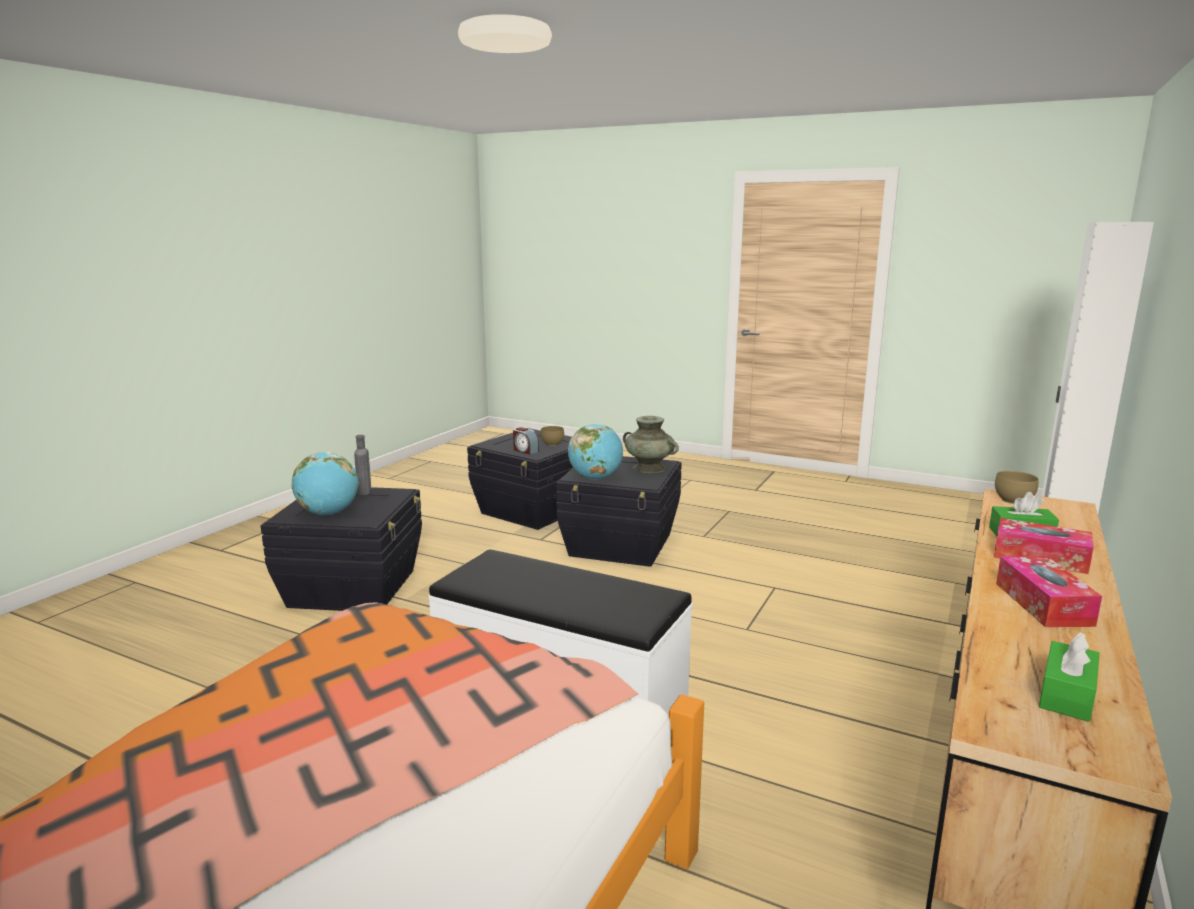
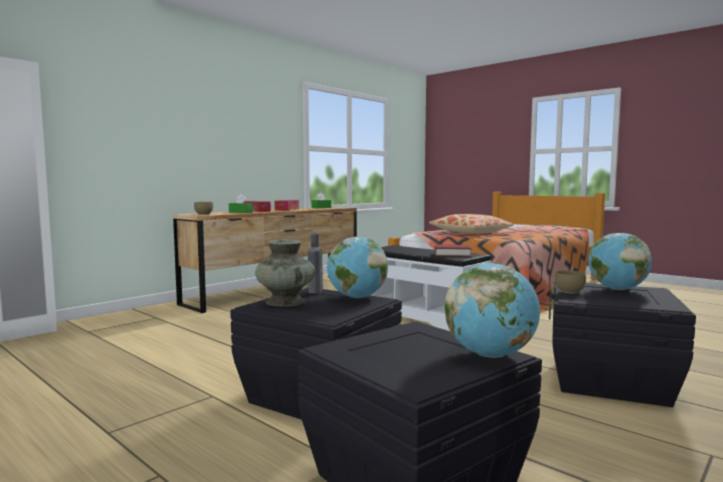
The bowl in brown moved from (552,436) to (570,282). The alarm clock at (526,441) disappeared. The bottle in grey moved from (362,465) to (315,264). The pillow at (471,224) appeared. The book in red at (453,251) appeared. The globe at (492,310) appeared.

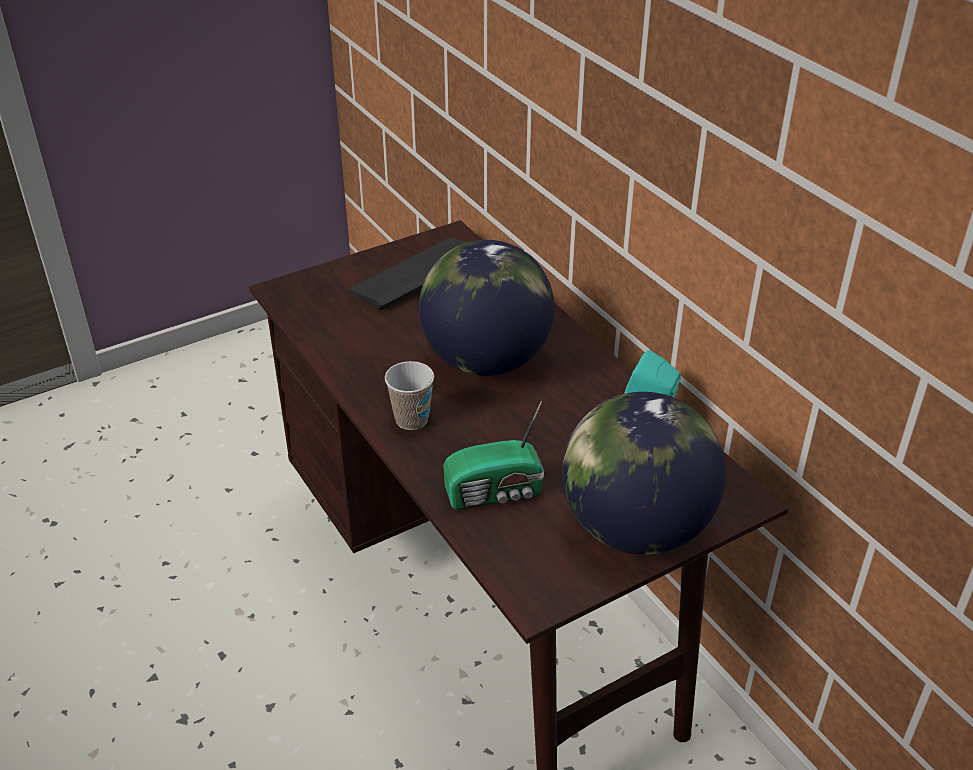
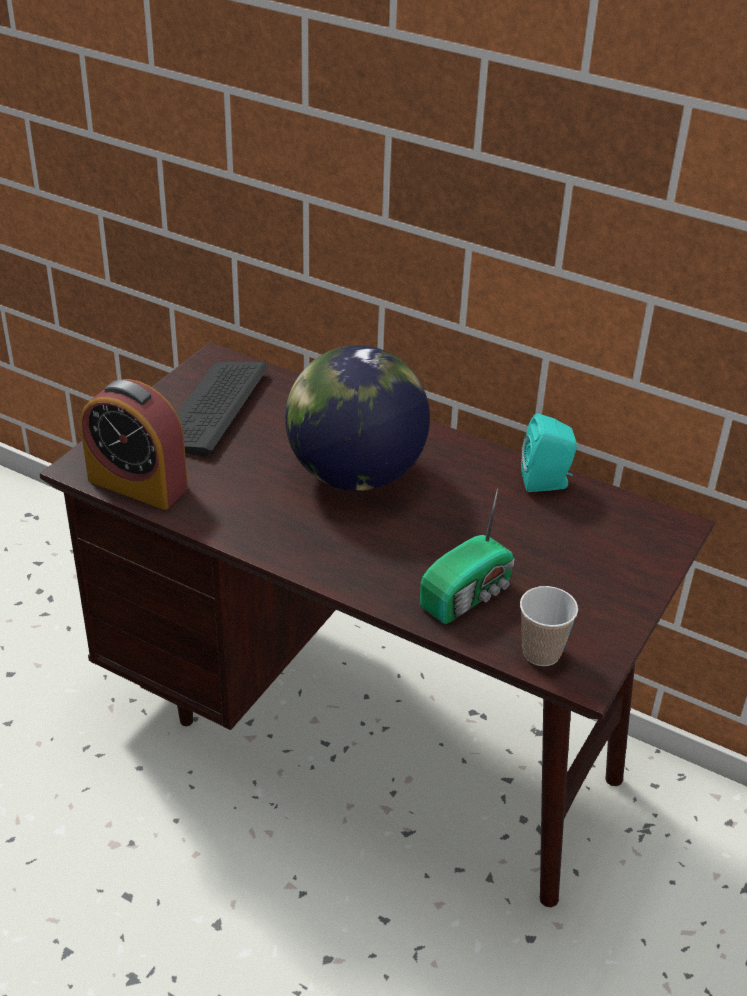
The cup moved from (409,395) to (549,626). The globe at (644,473) disappeared. The alarm clock at (134,444) appeared.

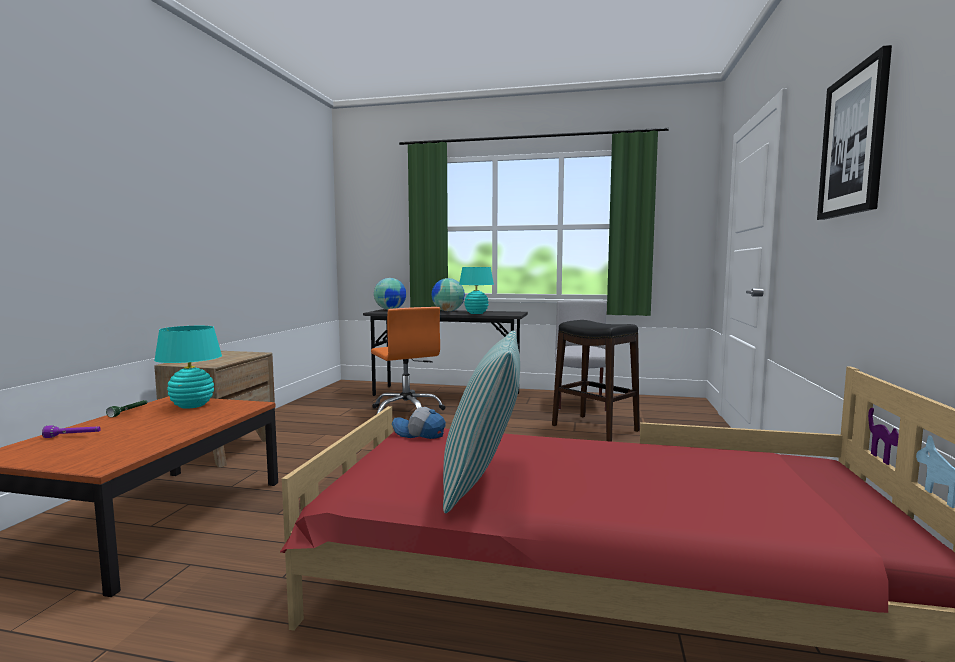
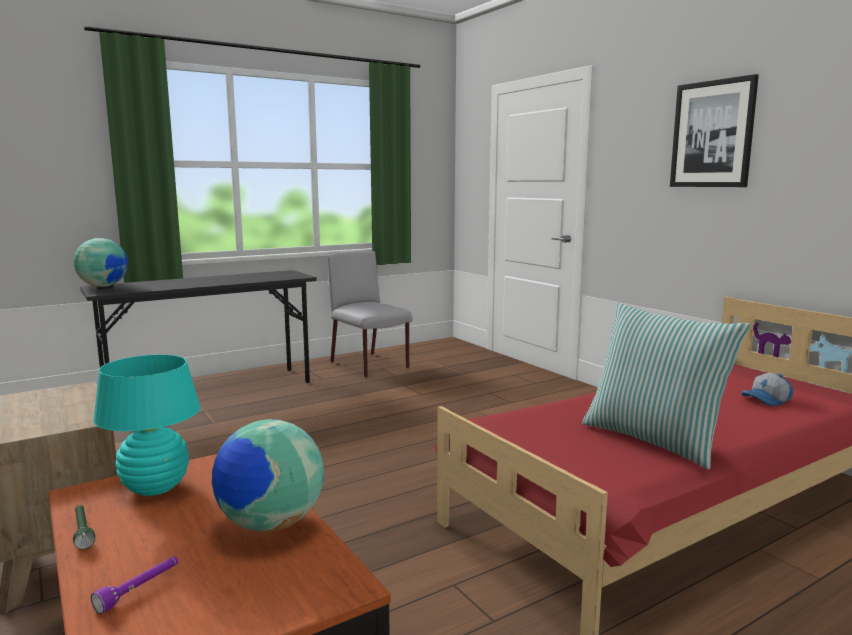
The table lamp in turquoise at (476,290) disappeared. The globe moved from (448,294) to (268,475). The office chair in orange at (408,361) disappeared. The stool in black at (596,381) disappeared. The cap moved from (419,423) to (768,389).

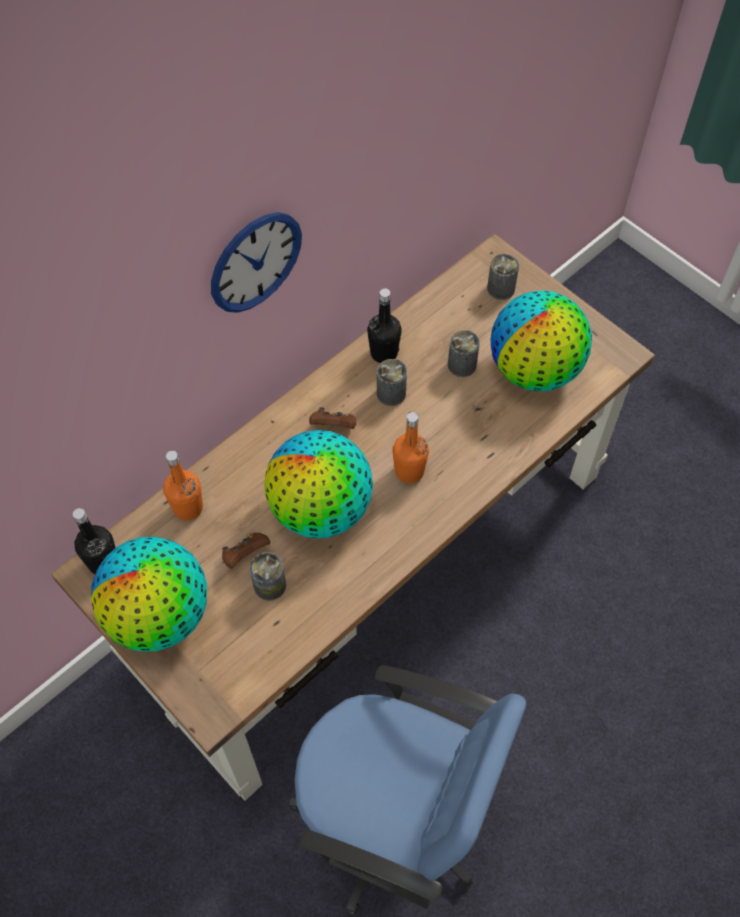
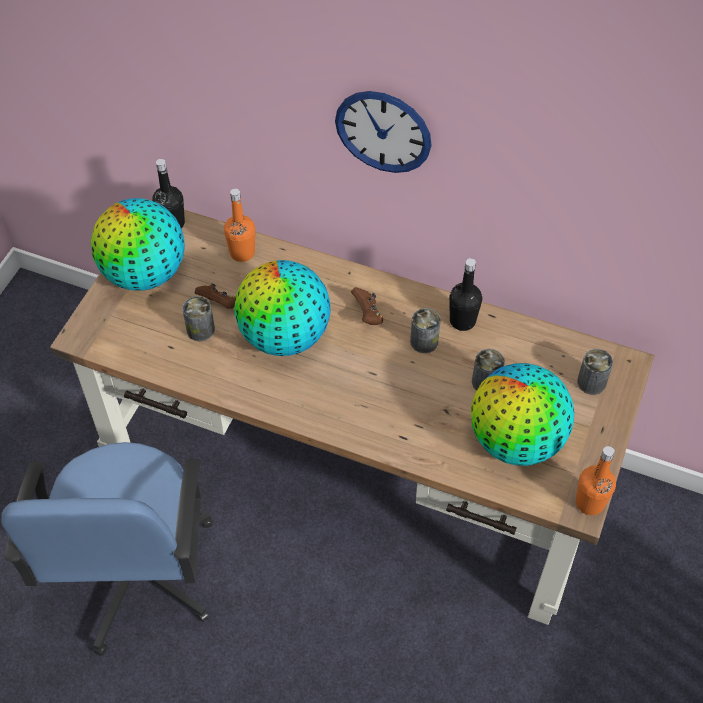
The bottle in orange moved from (410,447) to (596,480).

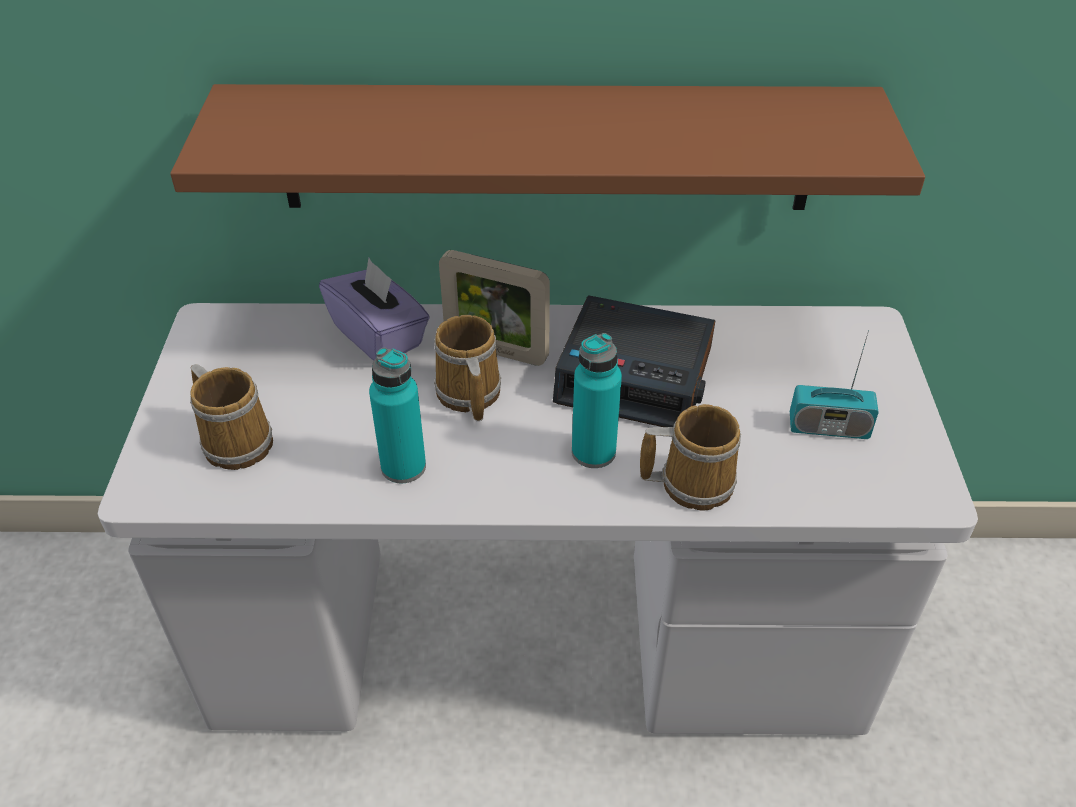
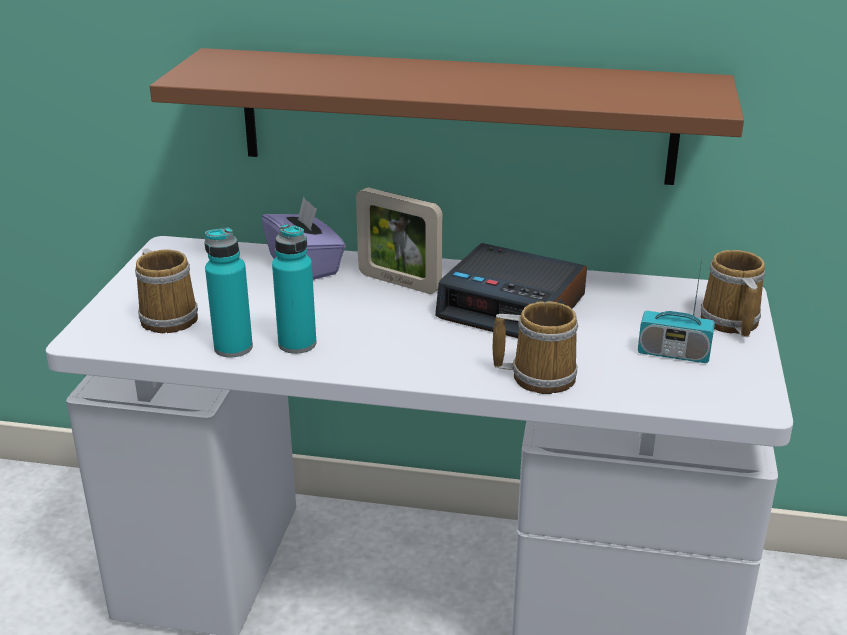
The mug moved from (467,368) to (733,293). The bottle in turquoise moved from (597,400) to (228,293).

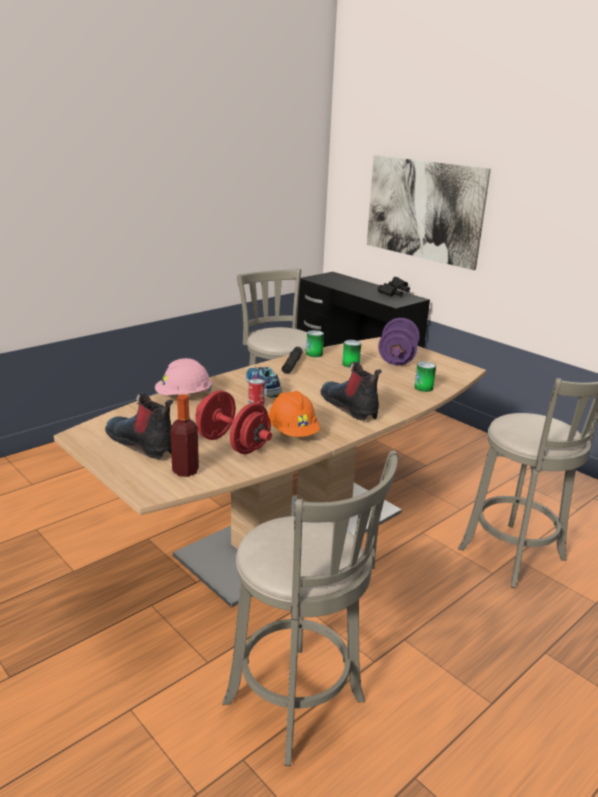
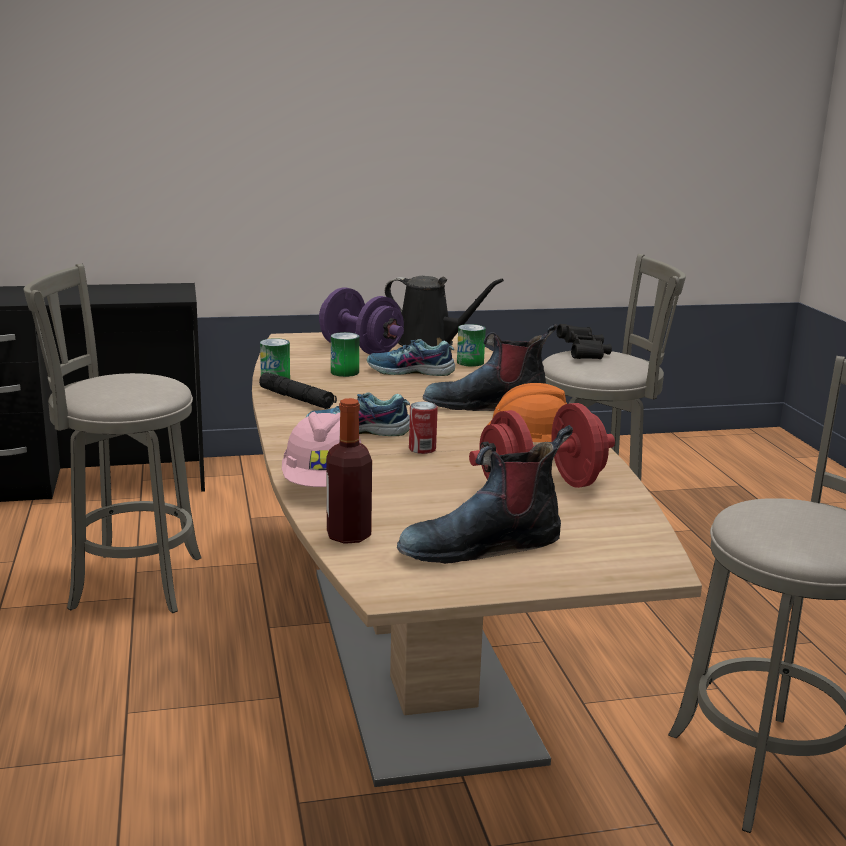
The picture at (429,212) disappeared. The binoculars in black moved from (393,287) to (584,341). The bottle moved from (184,435) to (349,471). The watering can in black at (444,311) appeared. The shoe at (411,357) appeared.

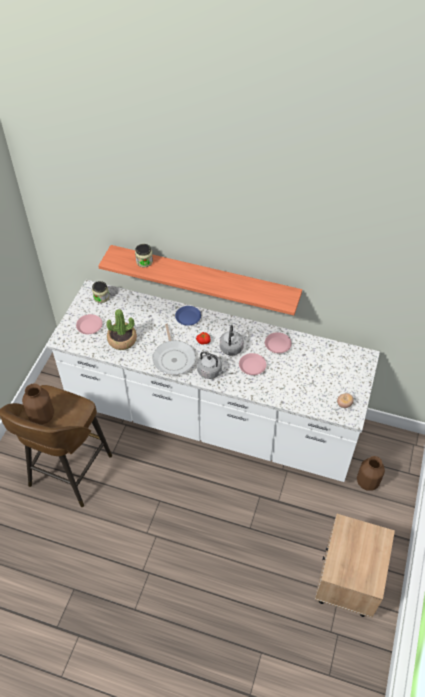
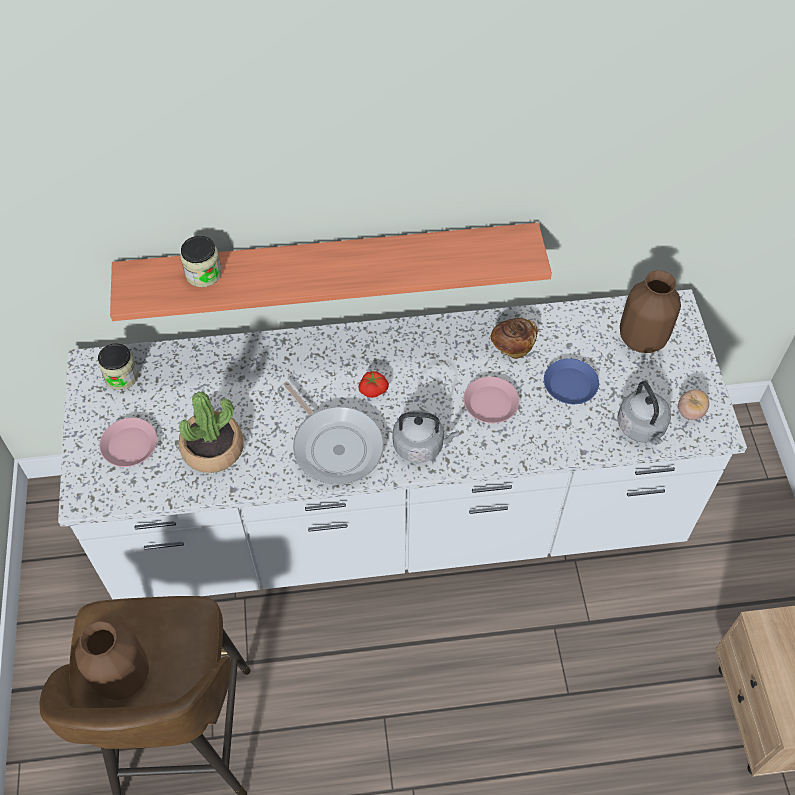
The plate in blue moved from (188,316) to (571,381). The kettle in grey moved from (232,340) to (644,412). The plate in pink at (278,342) was replaced by the bread at (514,338). The vase in brown moved from (371,473) to (650,311).

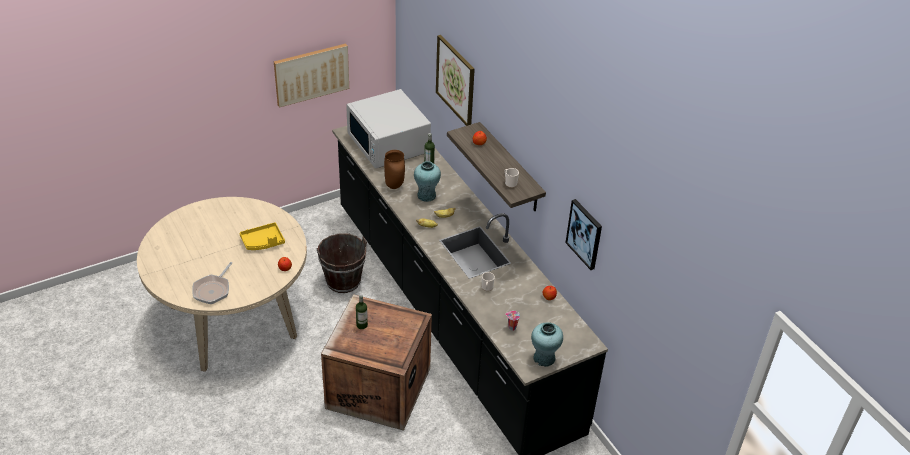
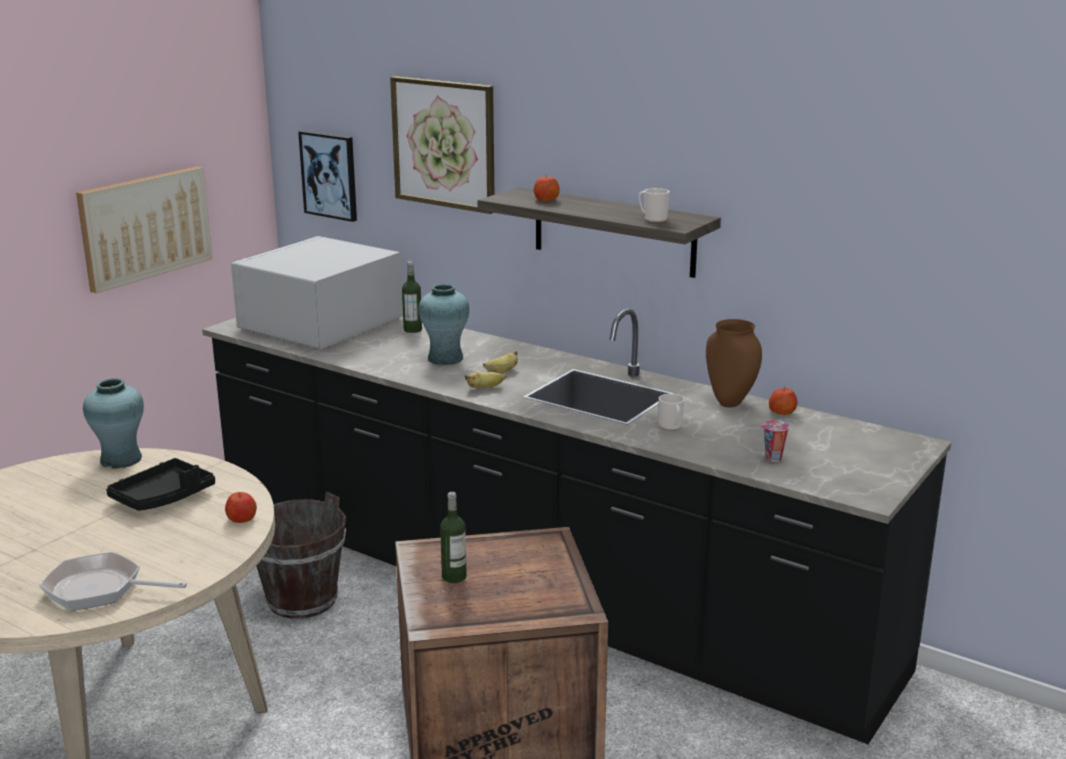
The microwave in white at (388,129) turned 90 degrees clockwise. The vase in brown moved from (394,169) to (734,363). The picture moved from (584,234) to (327,176). The tray in yellow at (262,236) became the tray in black at (160,484). The frying pan at (212,283) turned 105 degrees clockwise. The vase in turquoise moved from (547,344) to (113,423).

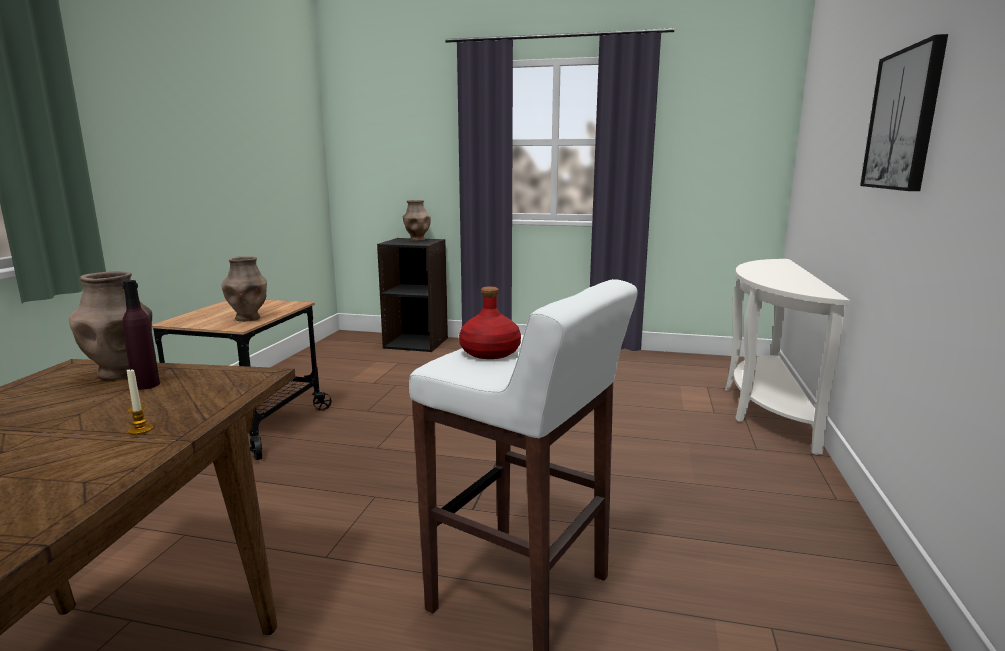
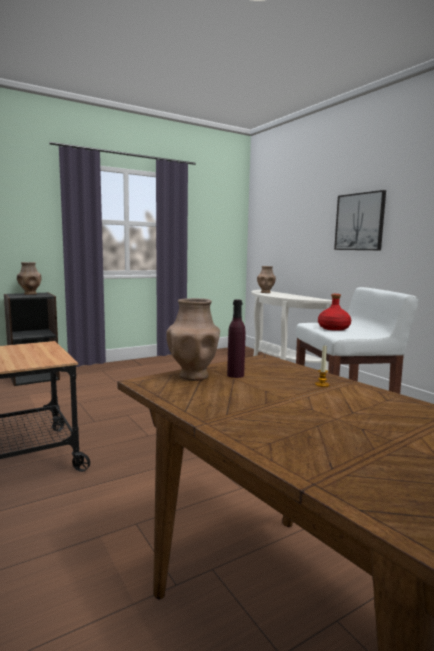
The vase in brown moved from (244,289) to (266,279).

